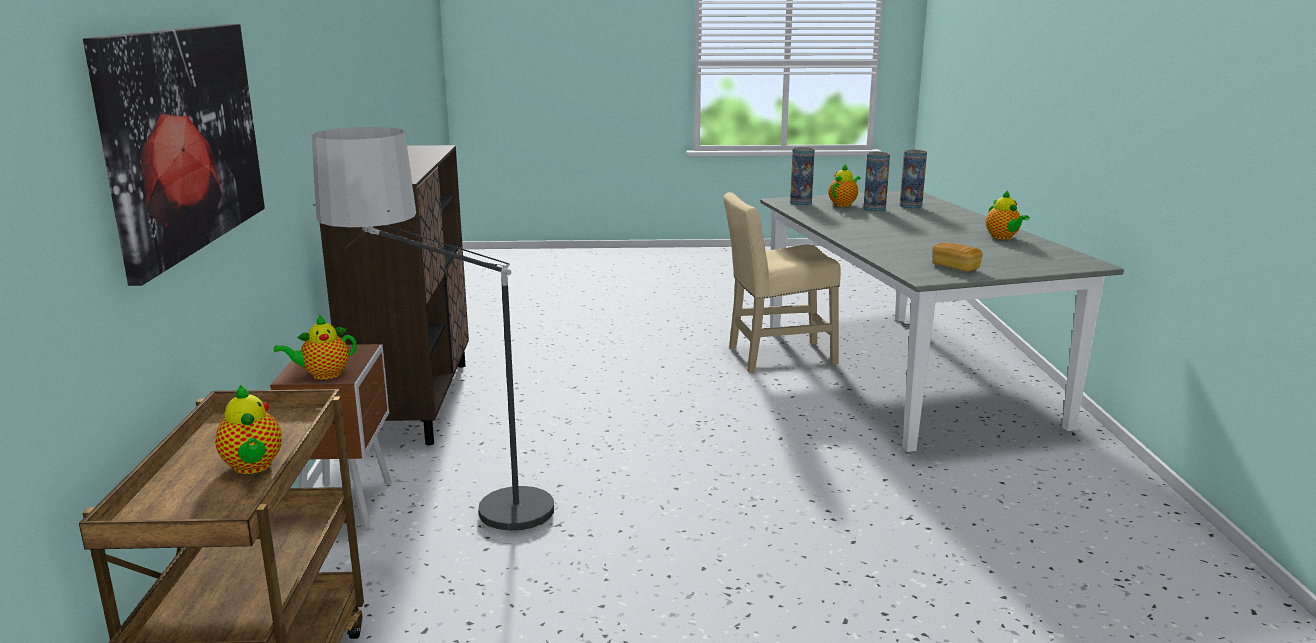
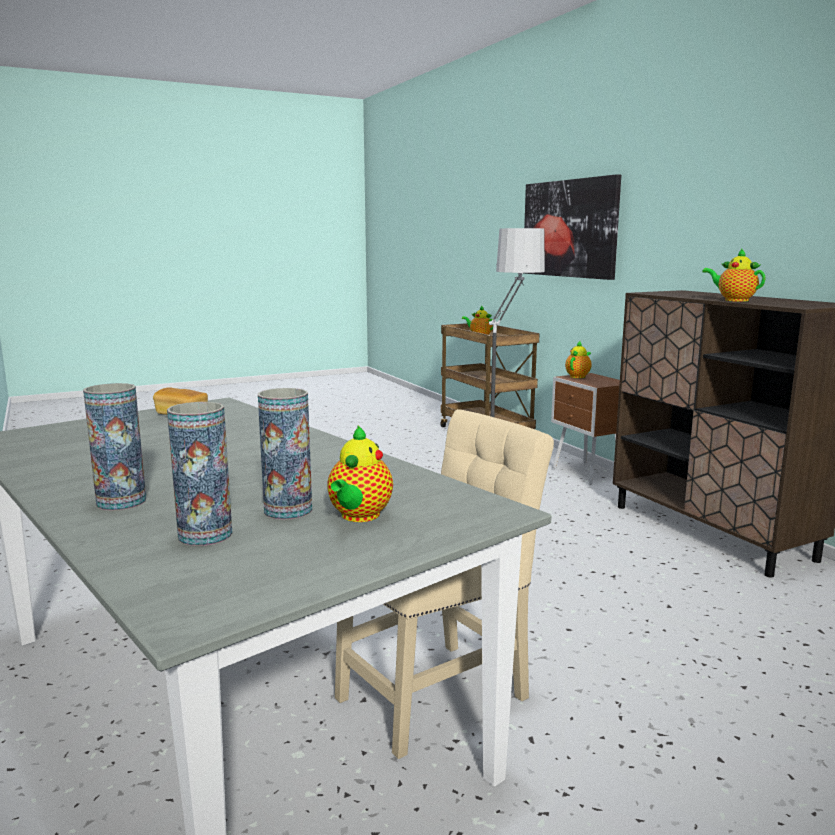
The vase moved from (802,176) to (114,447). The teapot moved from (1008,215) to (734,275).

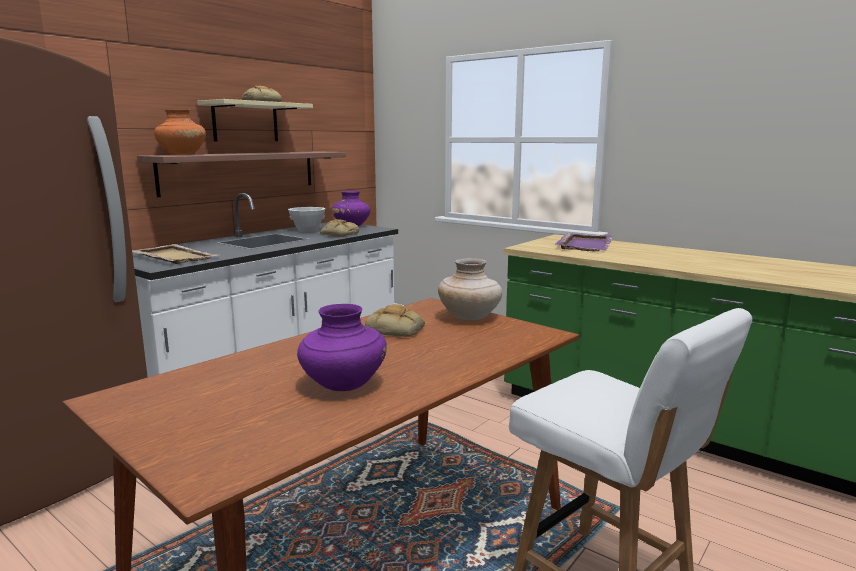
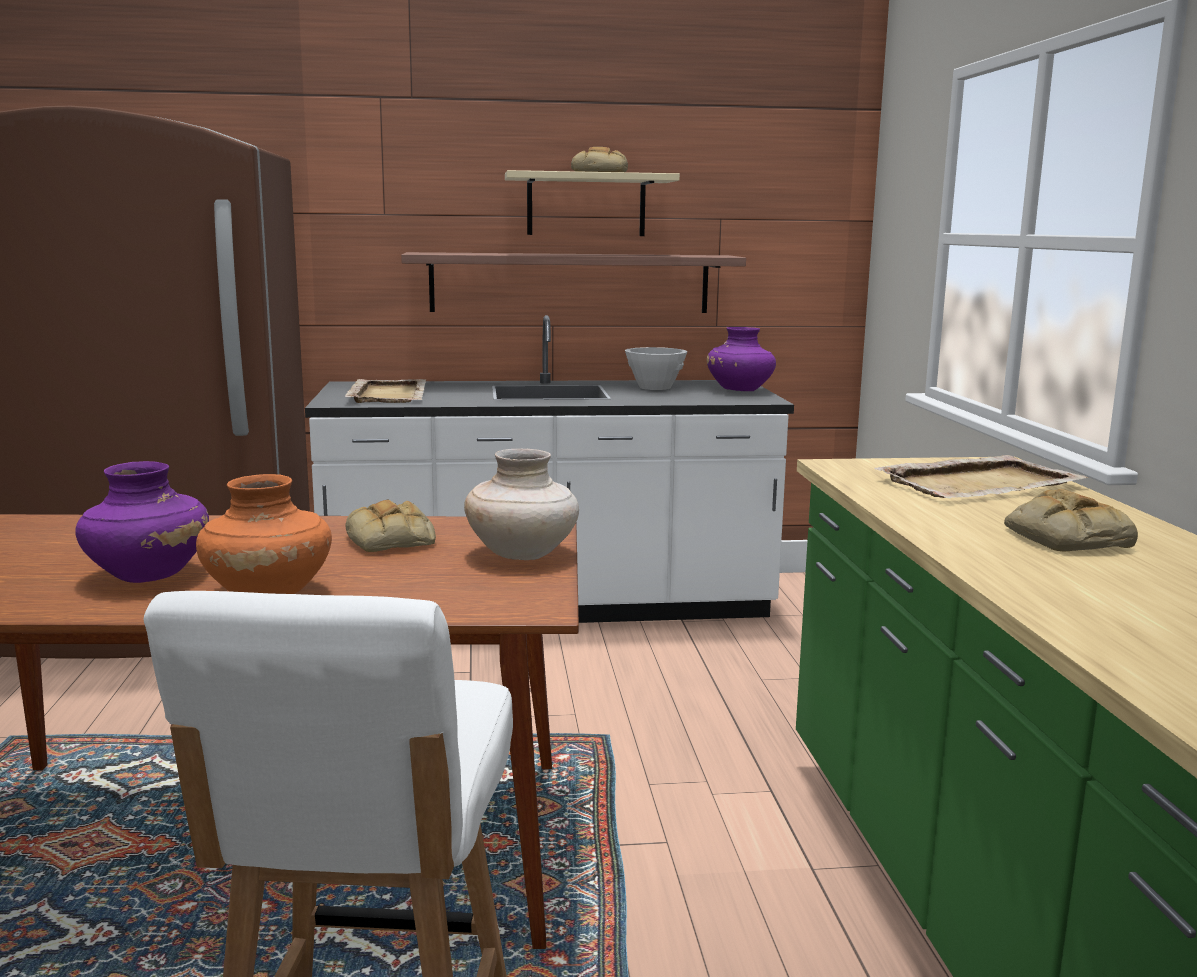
The vase in orange moved from (180,132) to (264,534). The bread moved from (339,228) to (1071,520). The tray in purple at (584,242) became the tray in beige at (981,477).

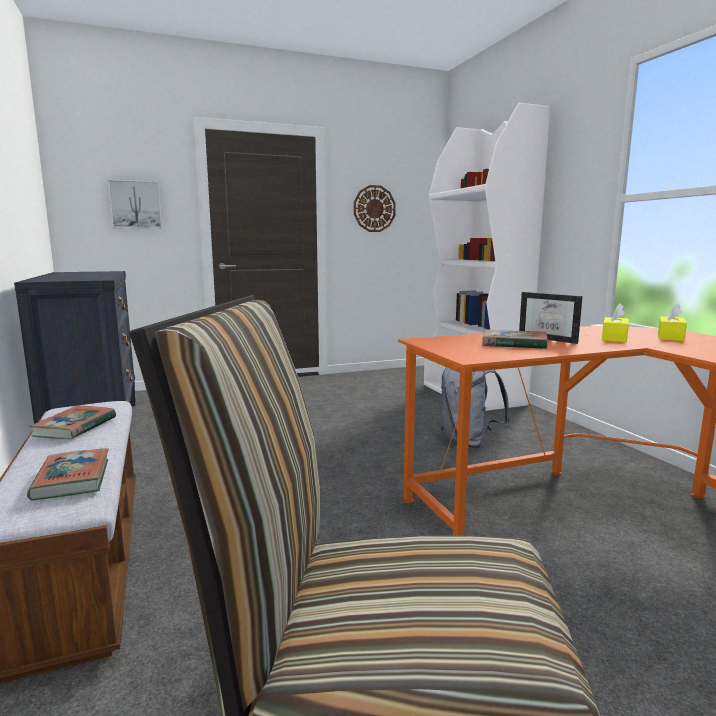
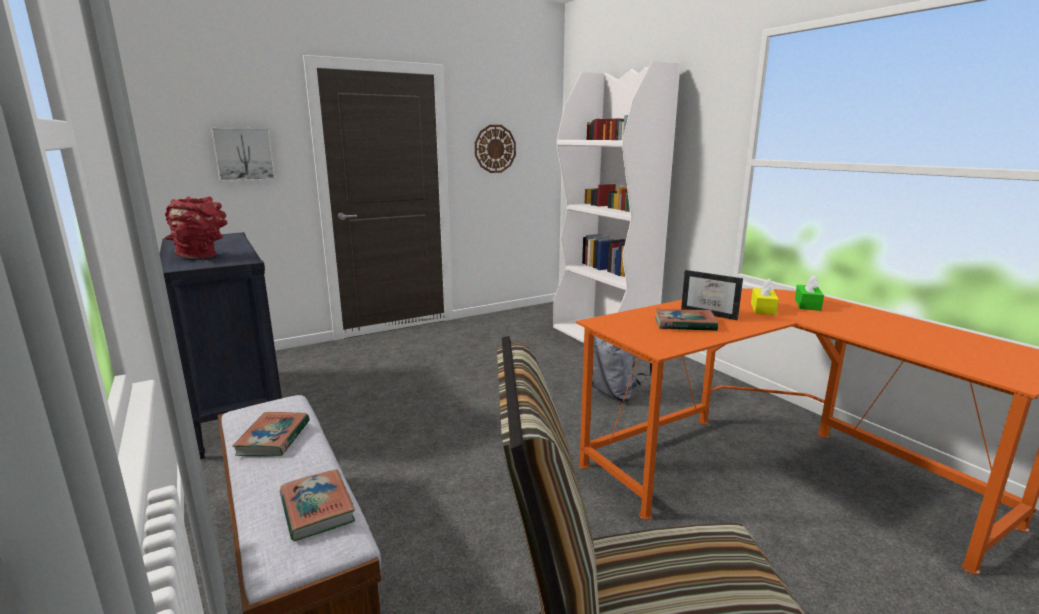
The tissue box in yellow at (672,322) became the tissue box in green at (809,293). The vase in red at (196,227) appeared.

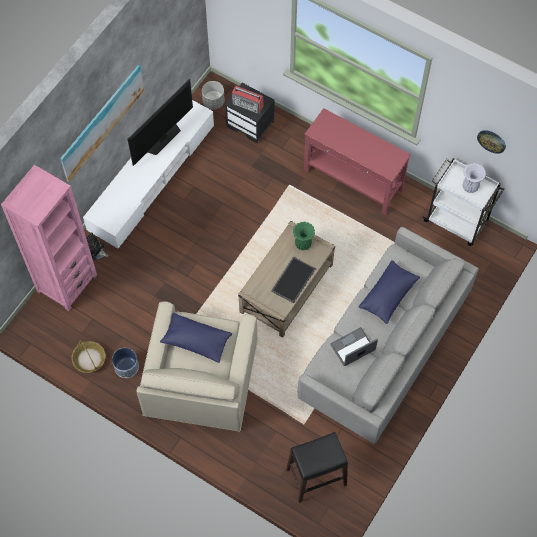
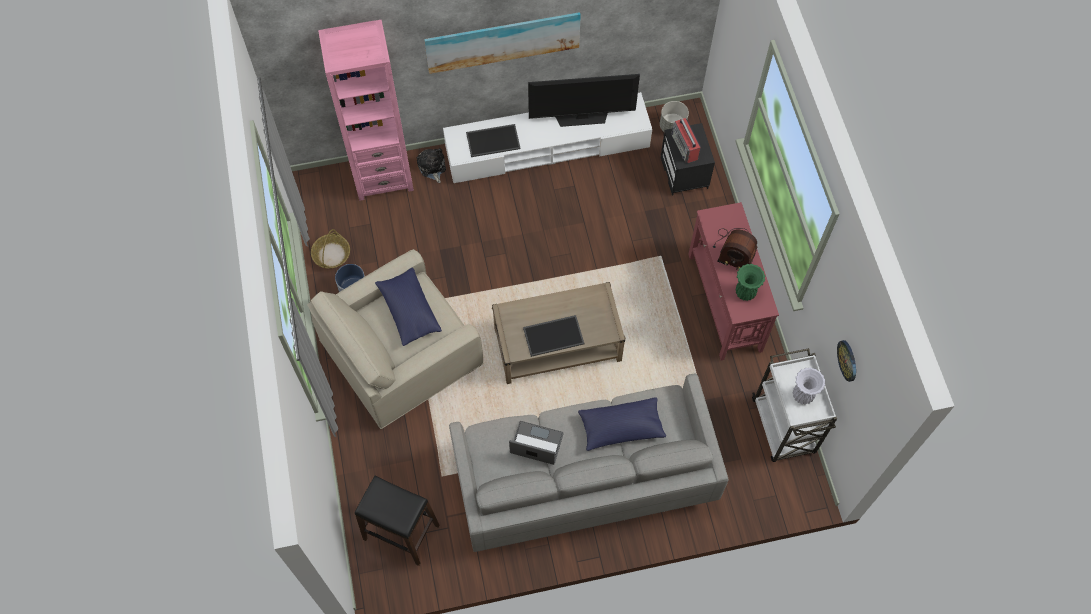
The vase in green moved from (304,235) to (750,282). The tray at (493,140) appeared. The radio at (735,249) appeared.

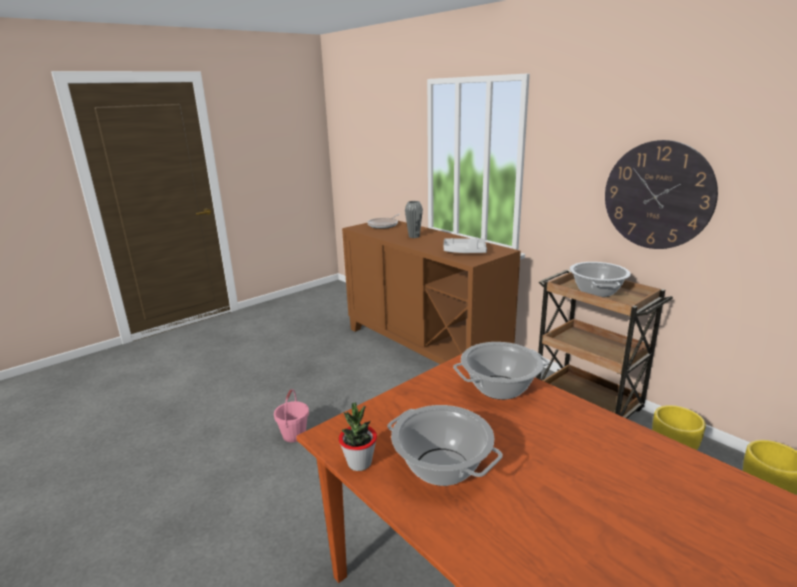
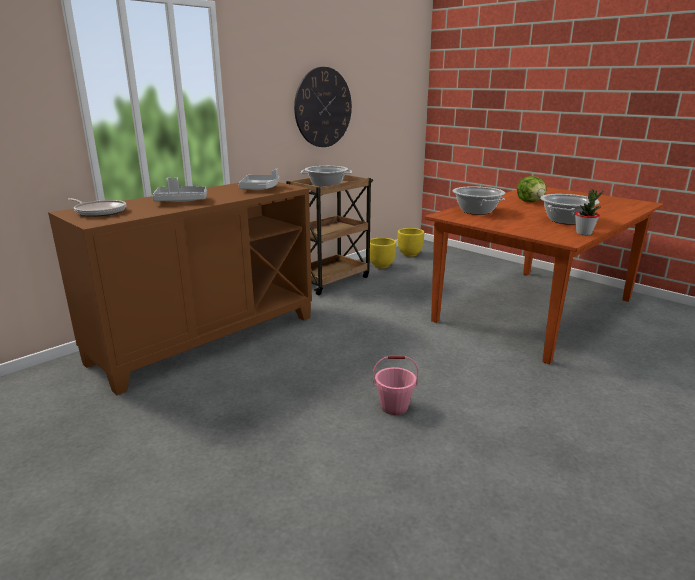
The vase in grey at (414,219) was replaced by the tray in grey at (179,190). The lettuce at (531,189) appeared.

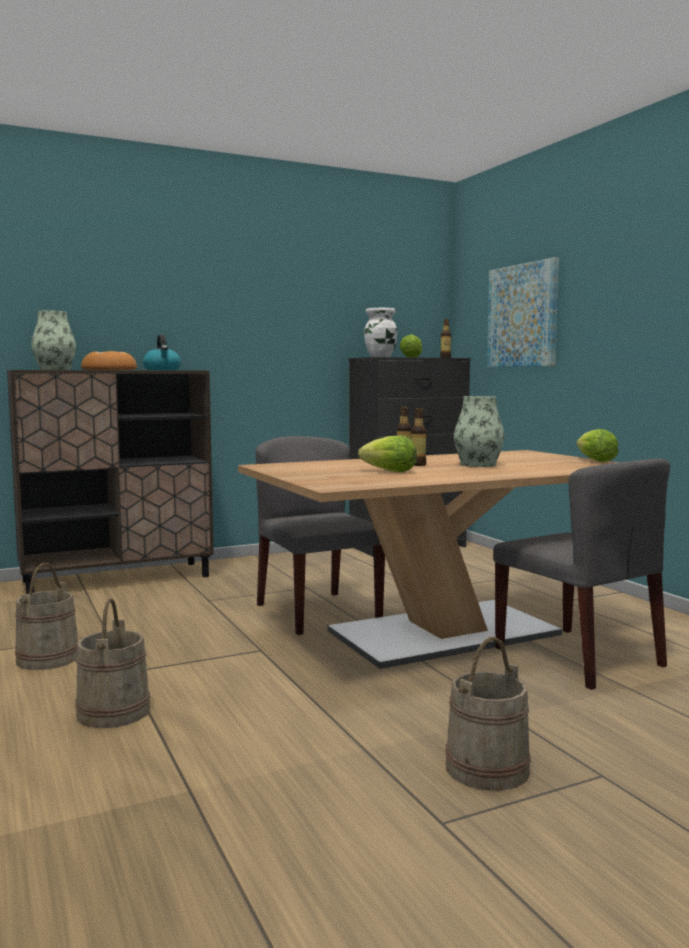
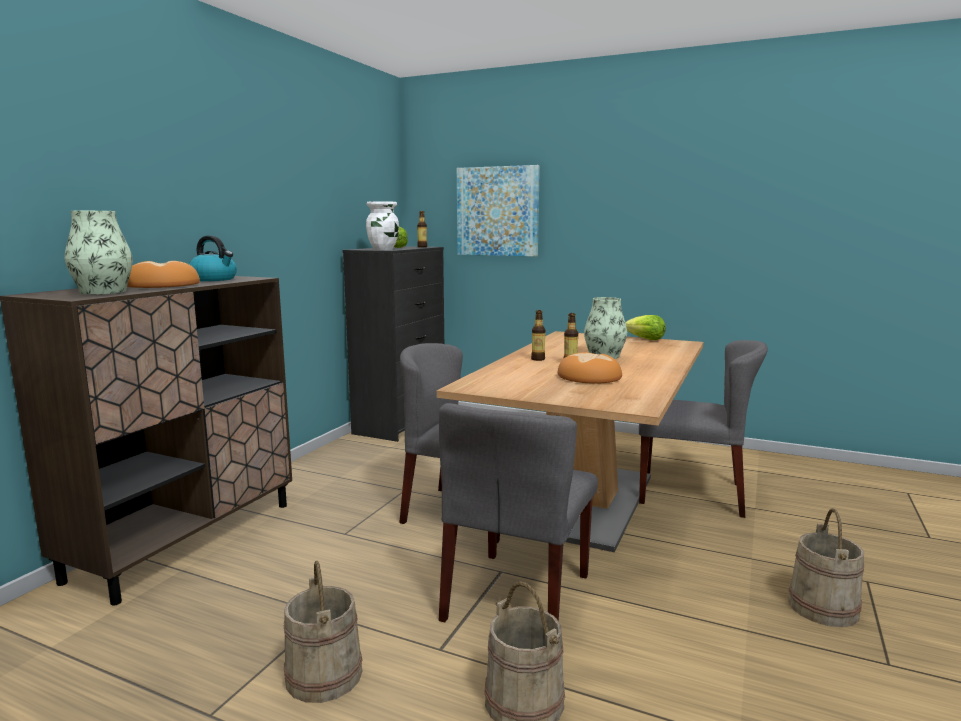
The lettuce at (387,454) was replaced by the bread at (590,368). The chair in grey at (518,513) appeared.

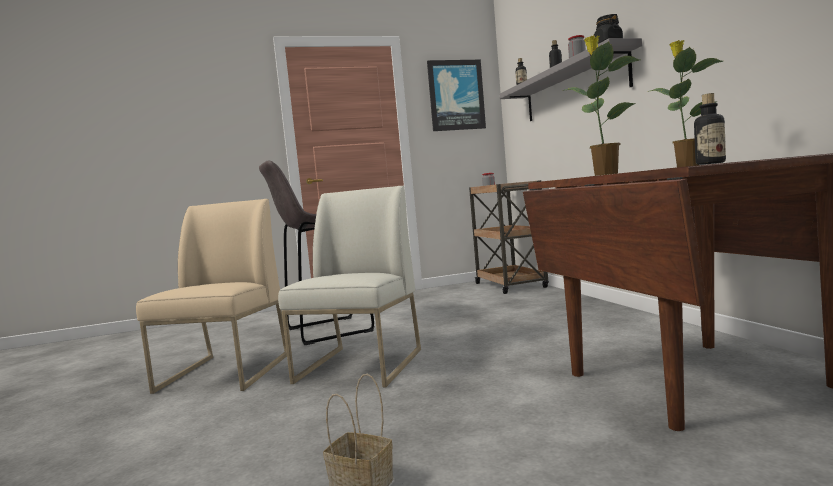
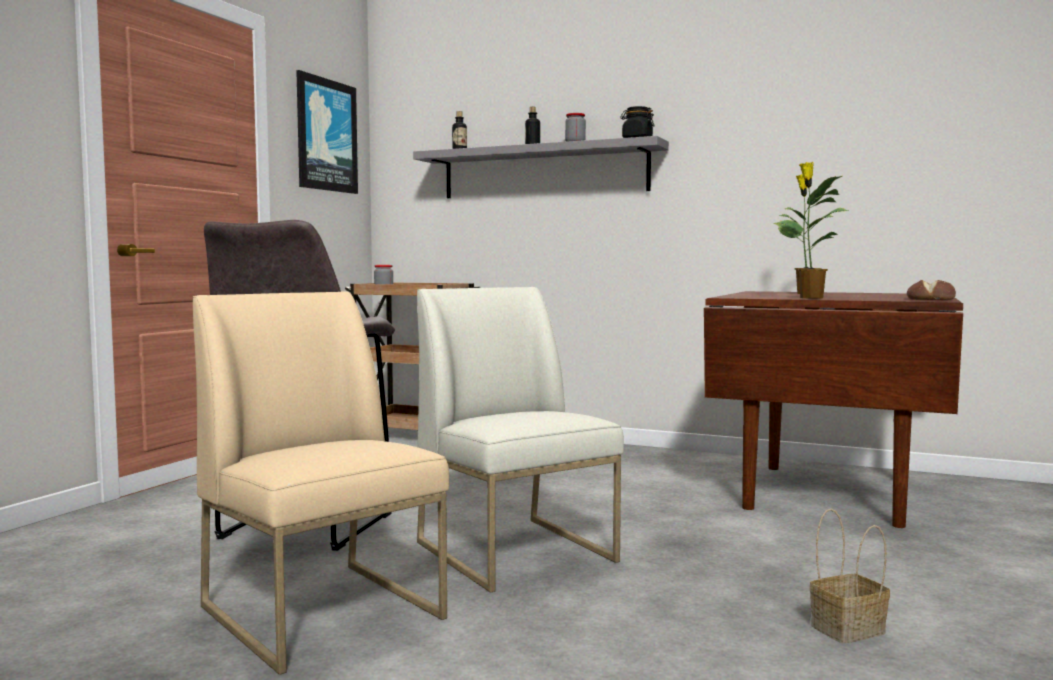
The bottle at (710,129) was replaced by the bread at (931,290).

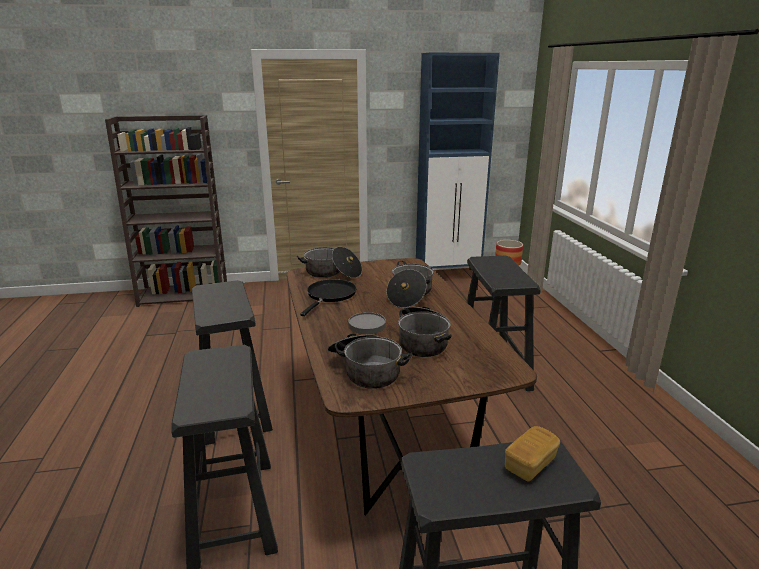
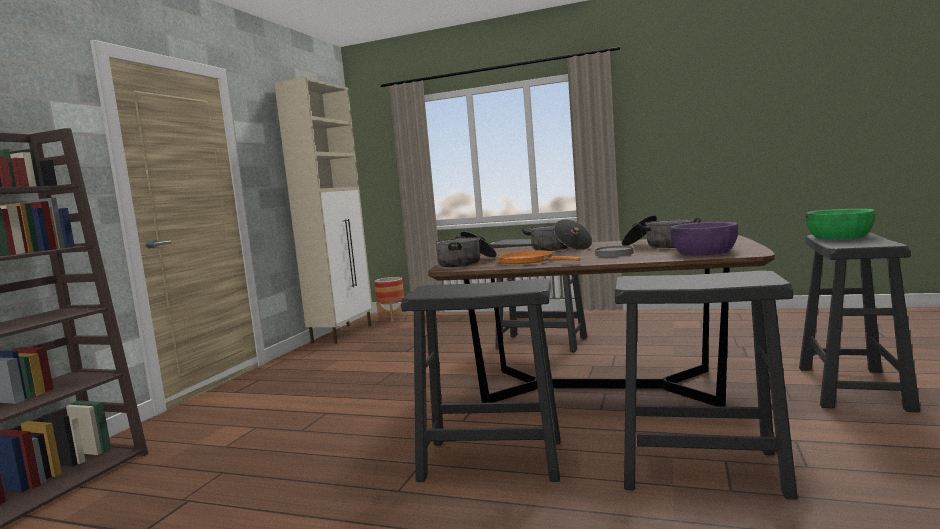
The cabinet in blue at (458,161) became the cabinet in beige at (323,210). The frying pan in black at (328,297) became the frying pan in orange at (539,257). The cooking pot at (369,361) was replaced by the bowl in purple at (704,238). The bread at (532,453) was replaced by the bowl in green at (840,224).

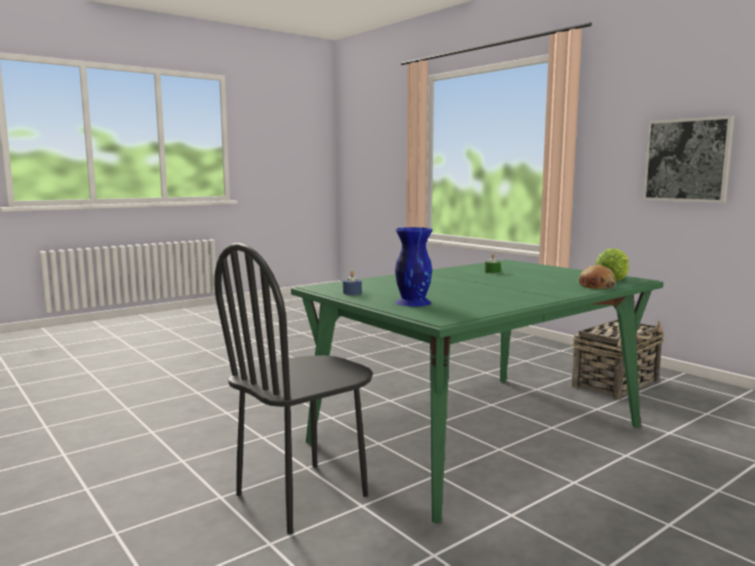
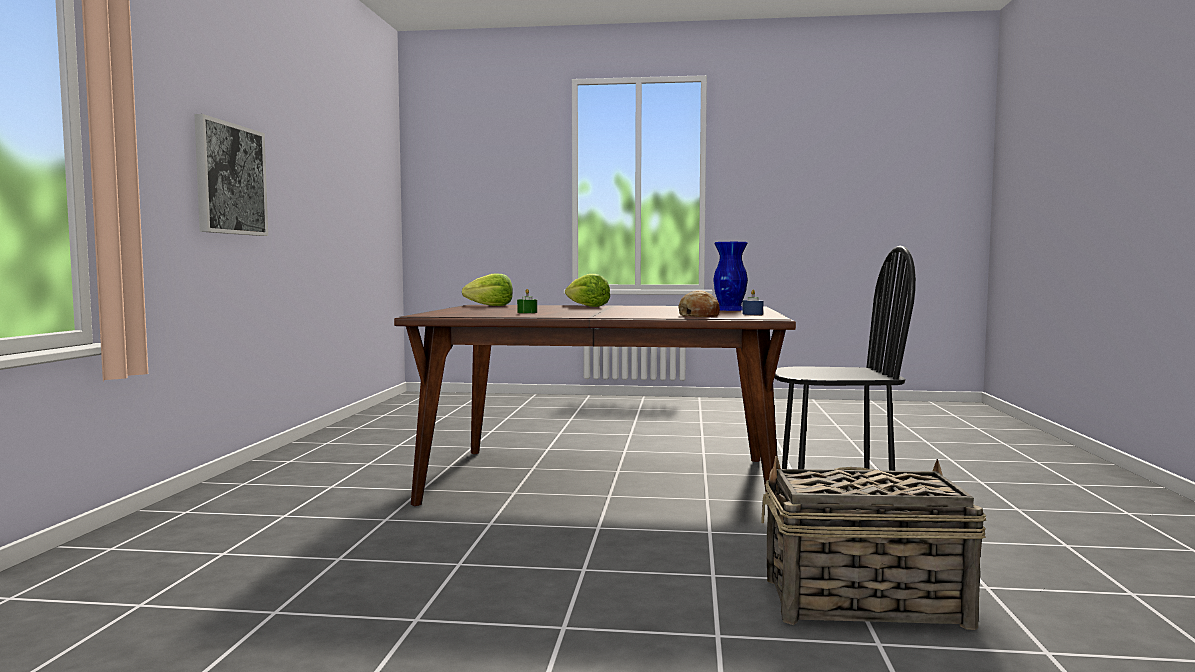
The dining table in green at (477,391) became the dining table in brown at (595,405). The bread moved from (597,277) to (699,303). The basket moved from (617,359) to (873,543). The lettuce at (587,290) appeared.

